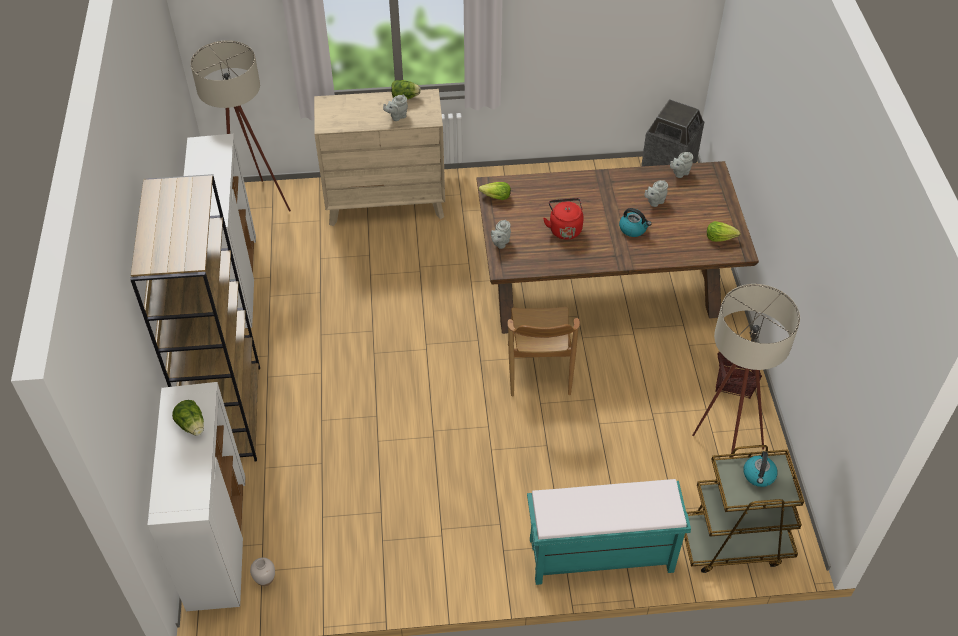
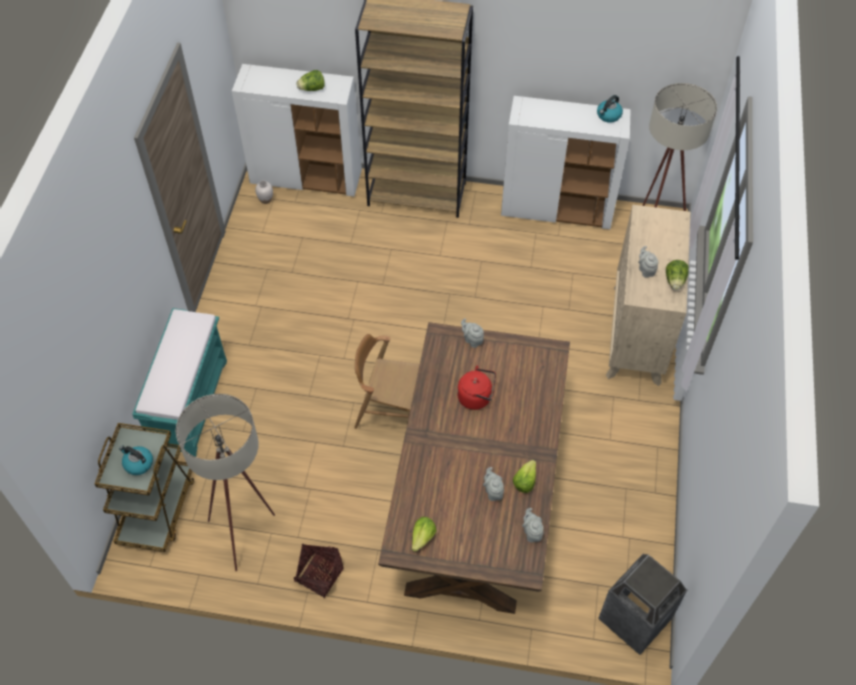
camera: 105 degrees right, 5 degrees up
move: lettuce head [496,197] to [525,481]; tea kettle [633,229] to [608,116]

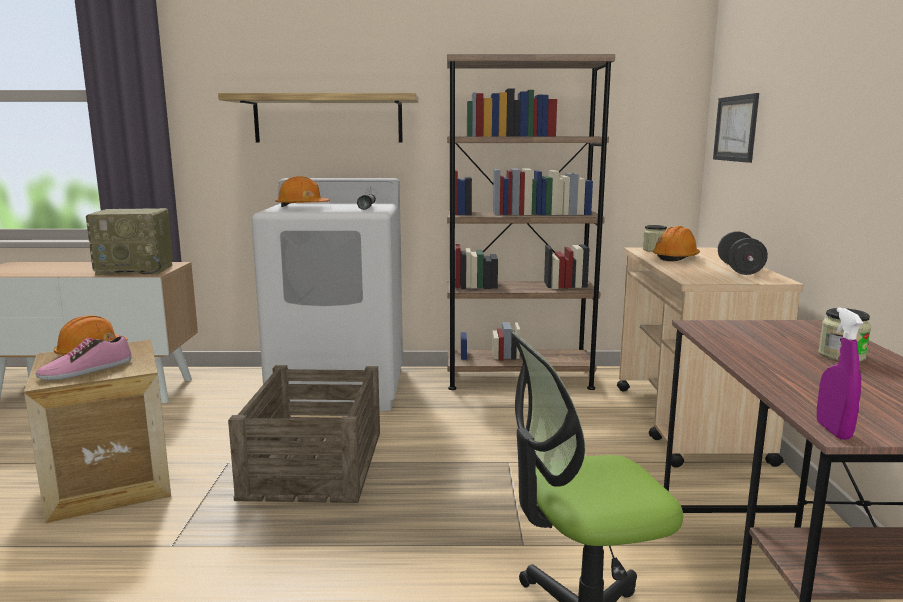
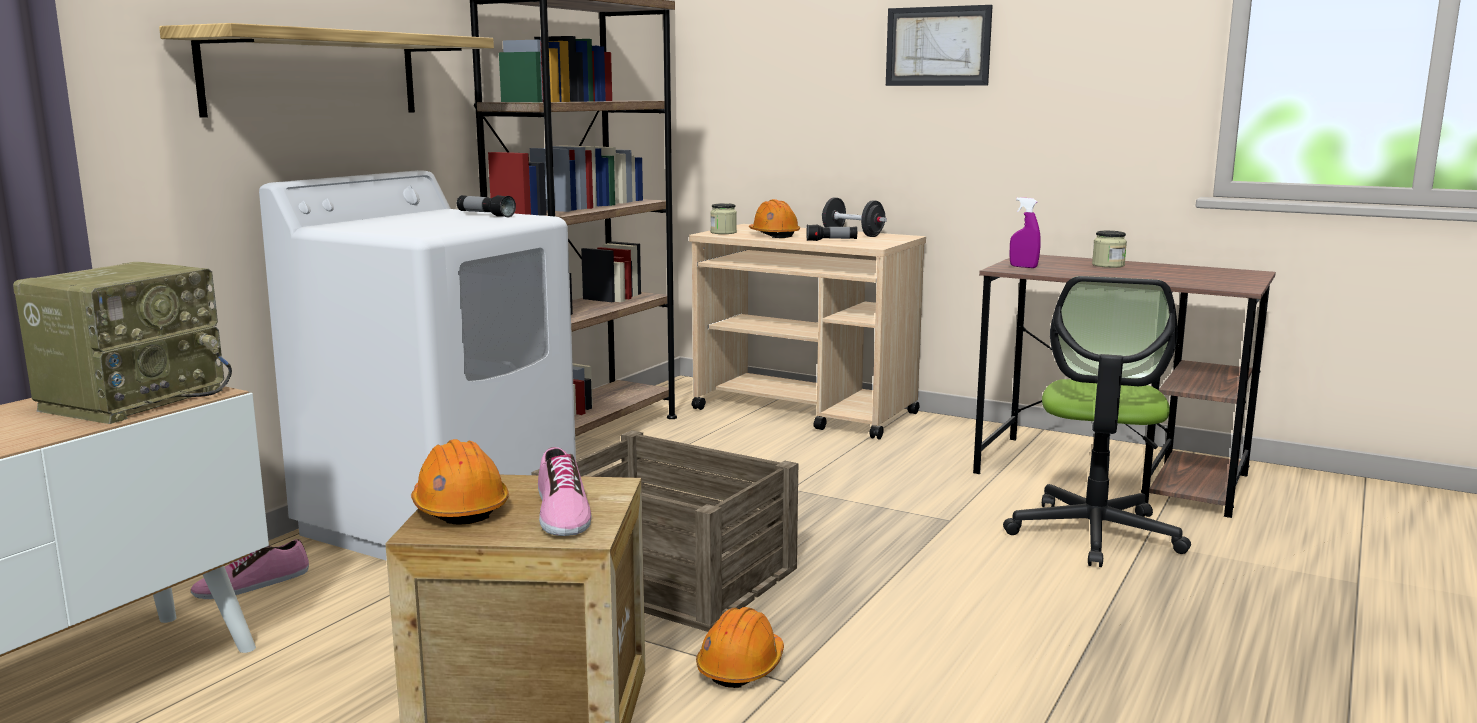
camera: 60 degrees left, 0 degrees up
insert: low shoe [252,584]; flashlight [831,240]
move: orange-coloured work helmet [302,206] to [741,666]; wall picture [736,128] to [938,46]; purple-coloured hand sprayer [833,431] to [1023,267]

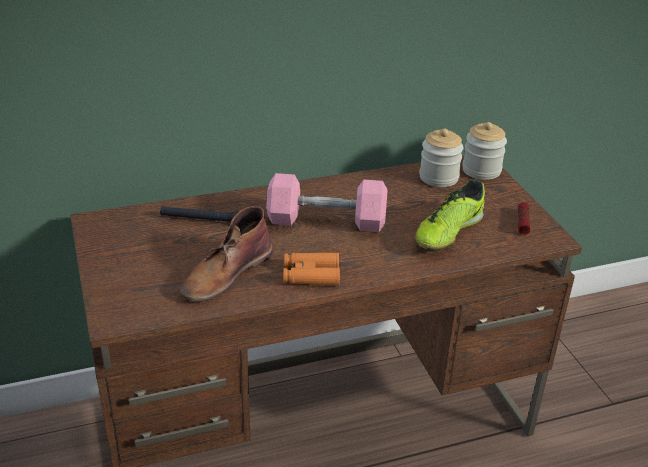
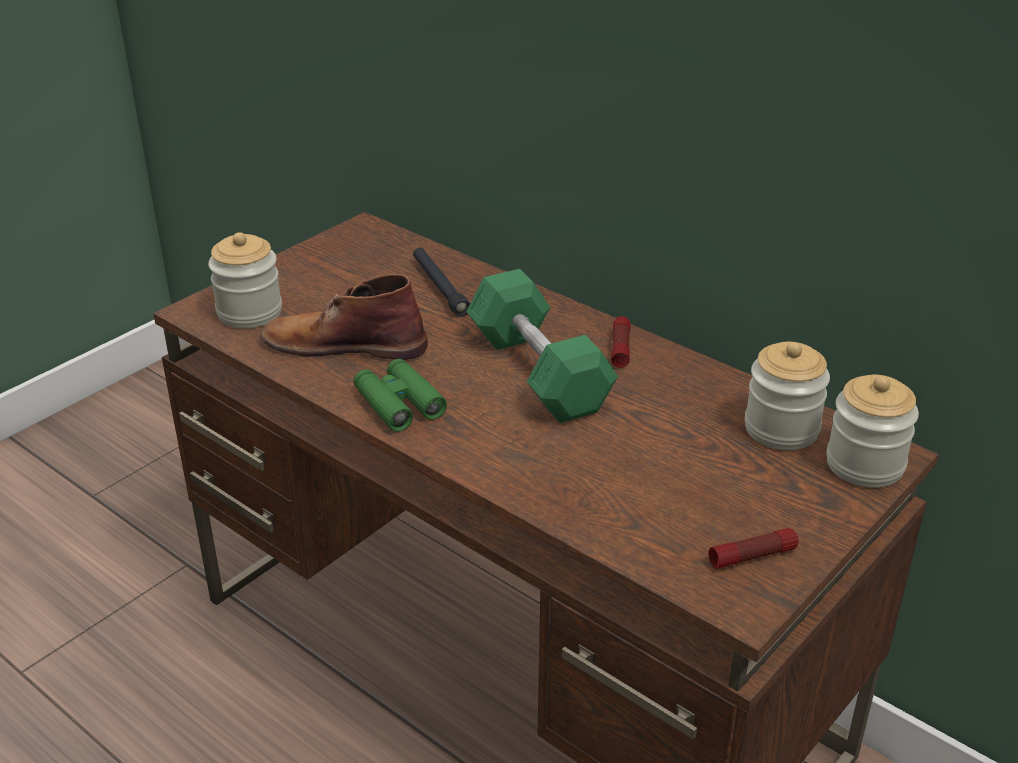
camera: 60 degrees right, 0 degrees up
delete: low shoe [448,232]
insert: storage jar [249,312]; flashlight [620,348]
recolor: pinkish free weight [326,221] to green-coloured free weight [538,372]; orange-coloured binoculars [311,275] to green-coloured binoculars [399,404]

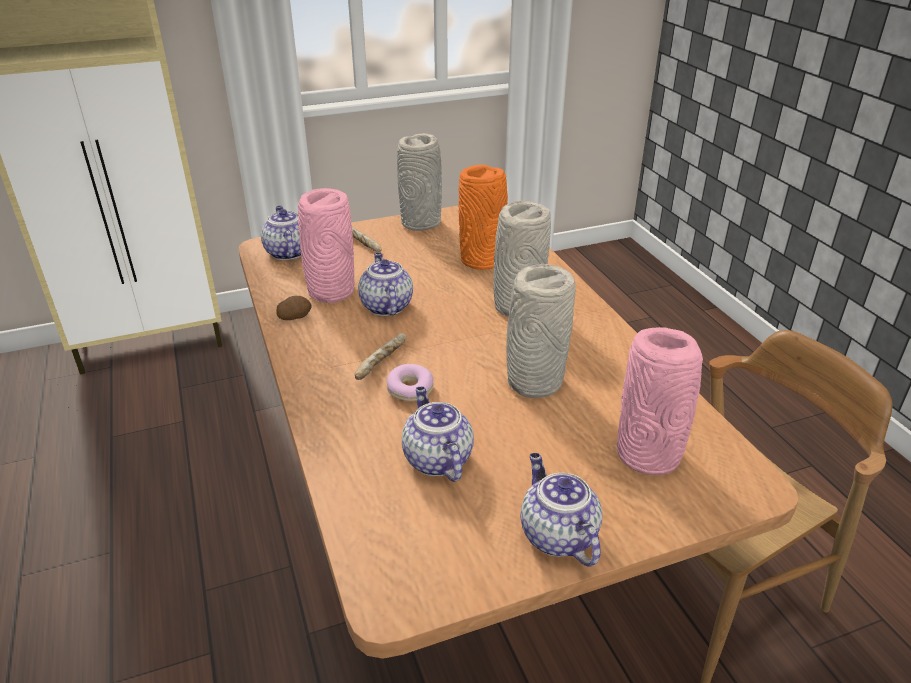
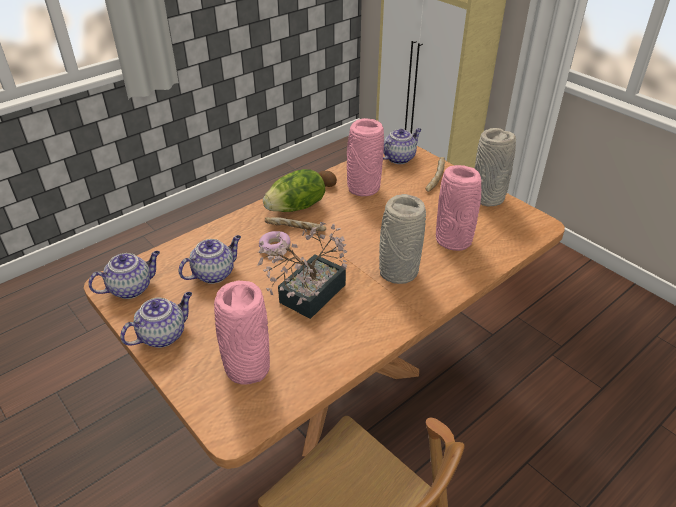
camera: 70 degrees right, 5 degrees up
insert: lettuce head [297,207]
move: tea pot [385,306] to [131,288]
replace: greyish flower vase [533,382] to plant in a pot [307,298]
recolor: orange-coloured flower vase [483,260] to pinkish flower vase [454,241]

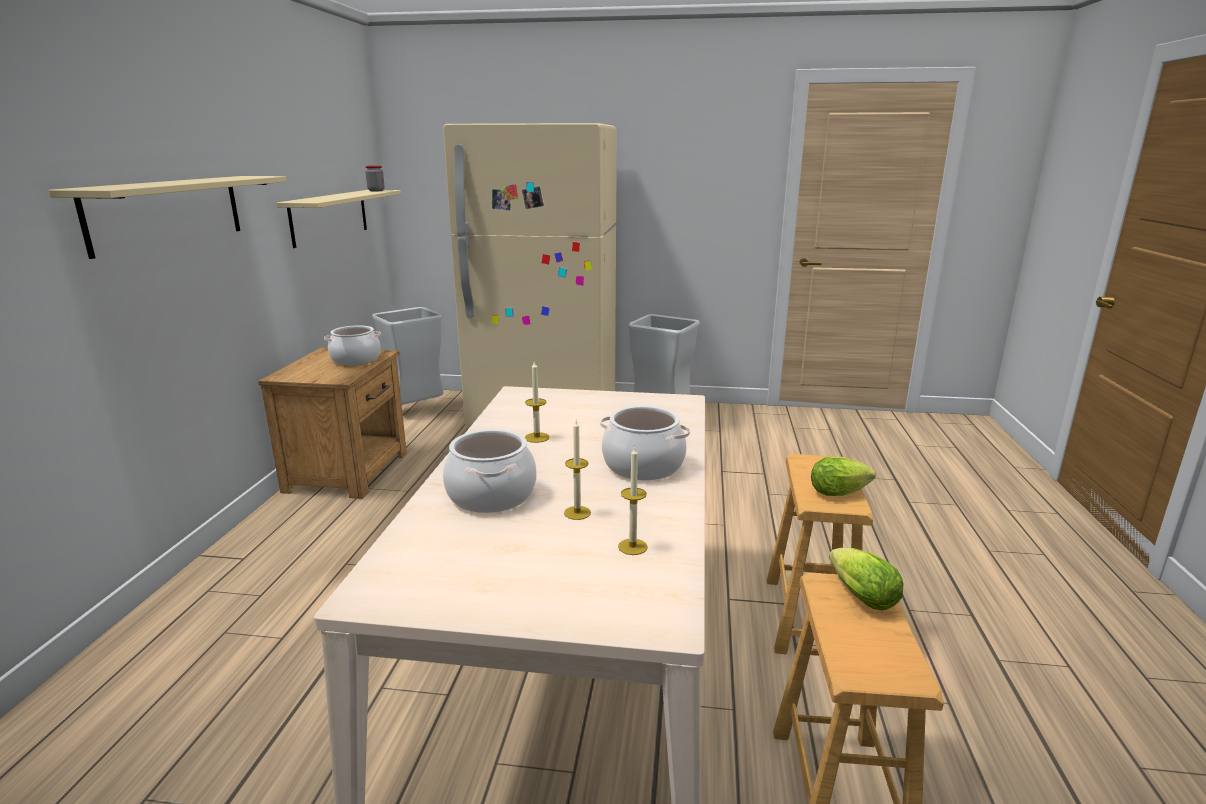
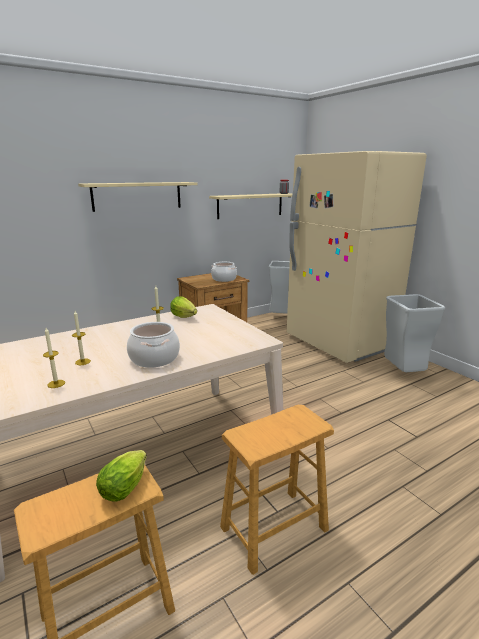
camera: 50 degrees right, 0 degrees up
delete: stockpot [491,495]
move: lettuce head [841,493] to [185,317]

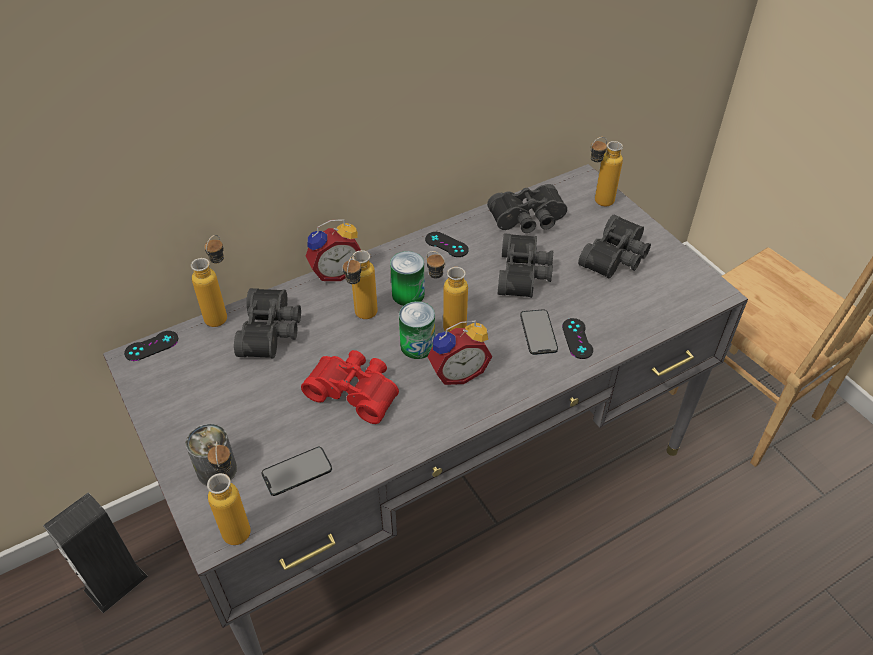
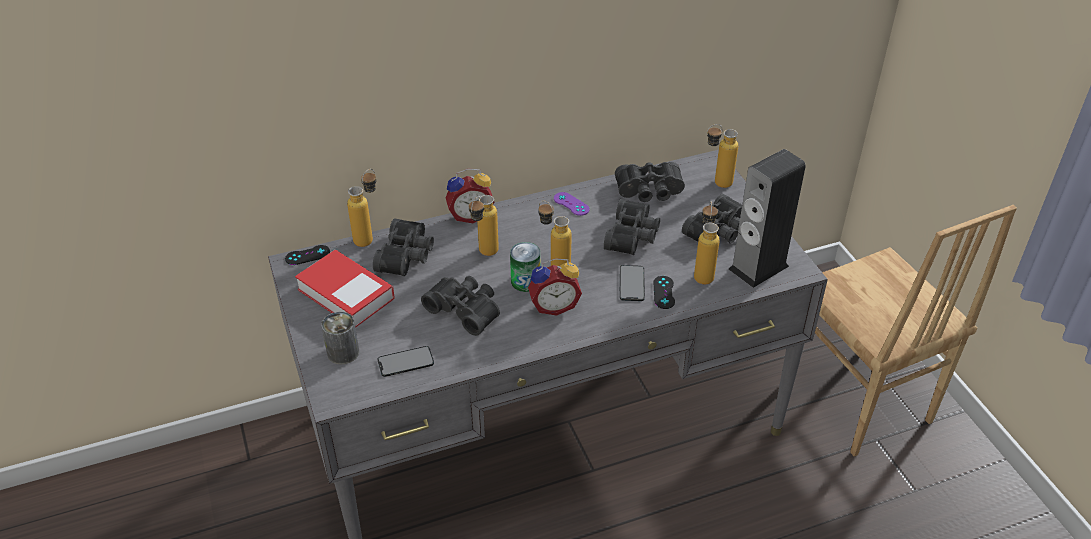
camera: 10 degrees right, 5 degrees down
delete: sealed can [408,294]
insert: volume [346,294]
move: speaker [116,583] to [758,267]; bottle [237,522] to [703,272]
recolor: reddish binoculars [355,391] to black binoculars [465,309]; black joypad [446,244] to purple-coloured joypad [571,204]

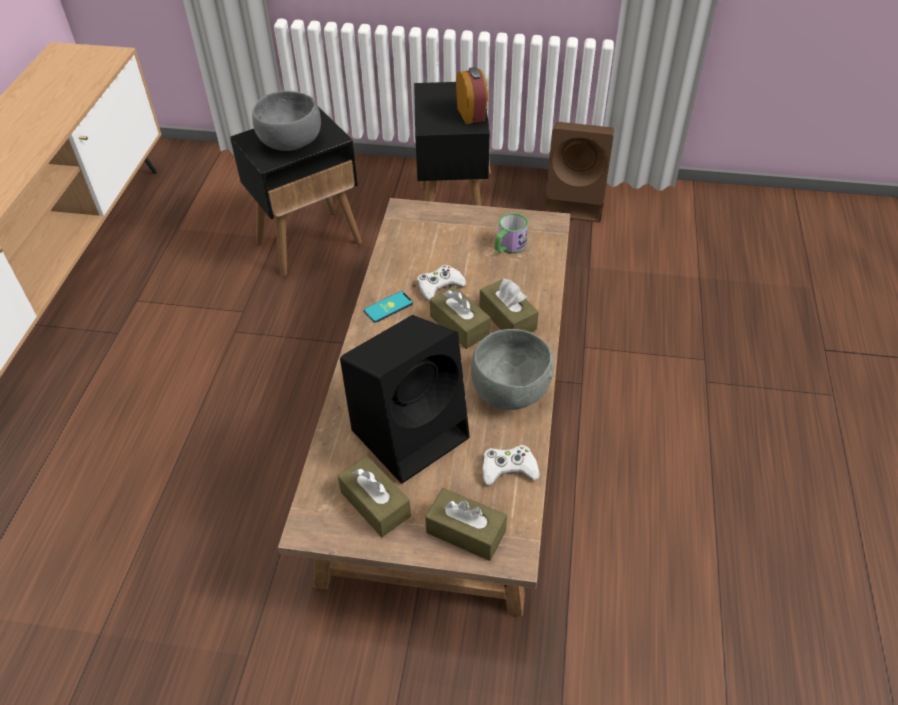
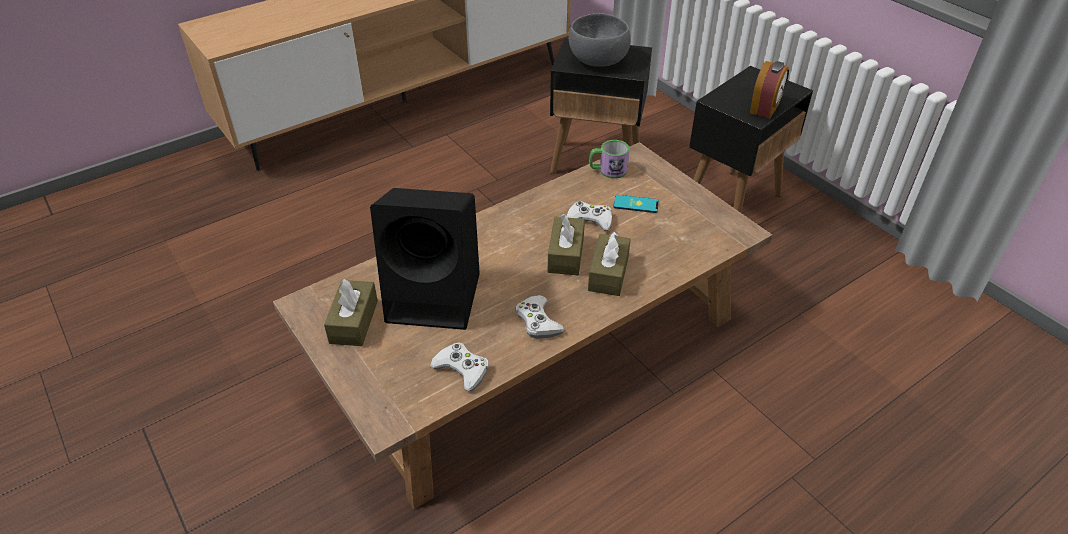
camera: 45 degrees right, 5 degrees down
delete: brownish tissue box [466,531]; brownish speaker [576,202]
move: handset [388,307] to [636,204]; mug [508,247] to [607,170]
replace: greyish deep dish [510,391] to whitish joypad [538,321]

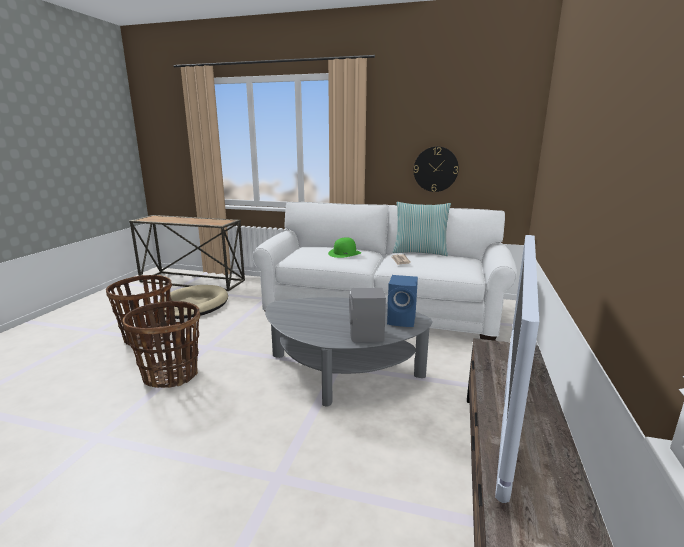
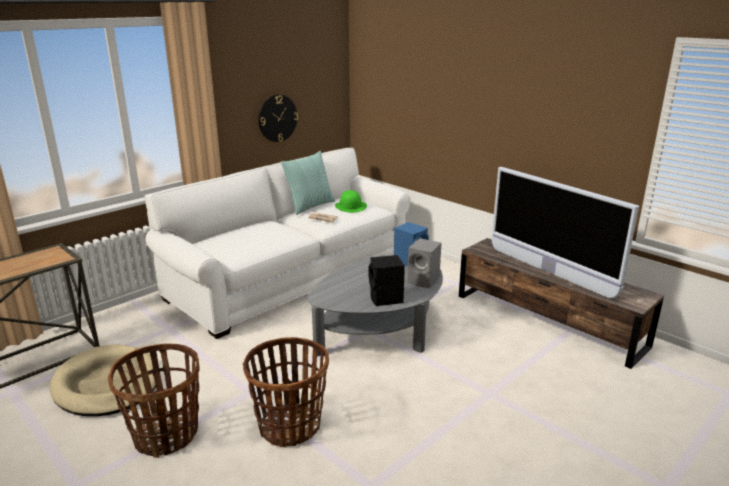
camera: 60 degrees left, 5 degrees up
insert: black speaker [386,299]
move: green-coloured wearable hat [344,253] to [350,206]

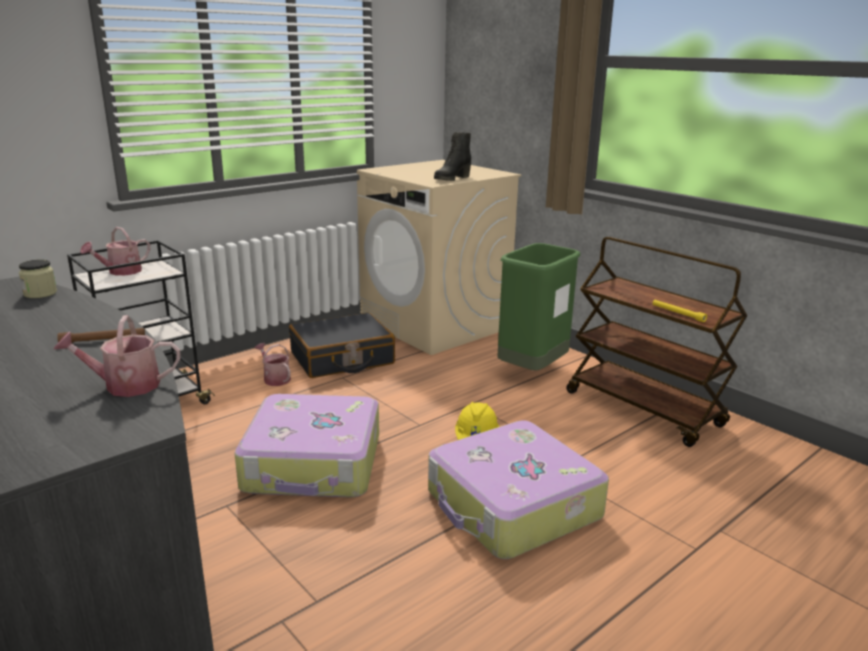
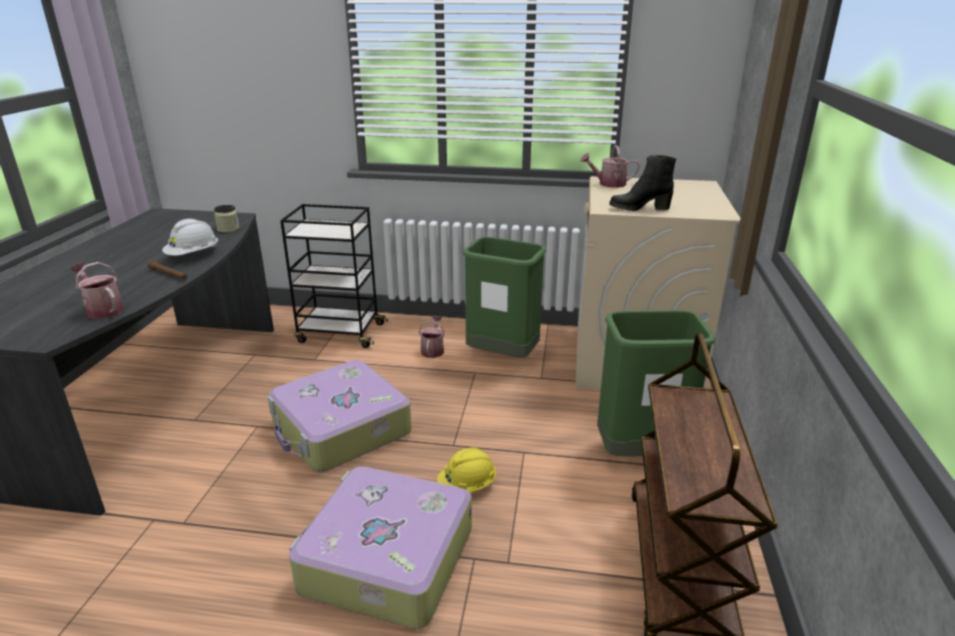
camera: 50 degrees right, 5 degrees up
delete: yellowish flashlight [677,314]
insert: whitish work helmet [193,255]
move: watering pot [121,272] to [608,184]
replace: black suitcase [342,359] to green-coloured waste bin [502,356]

